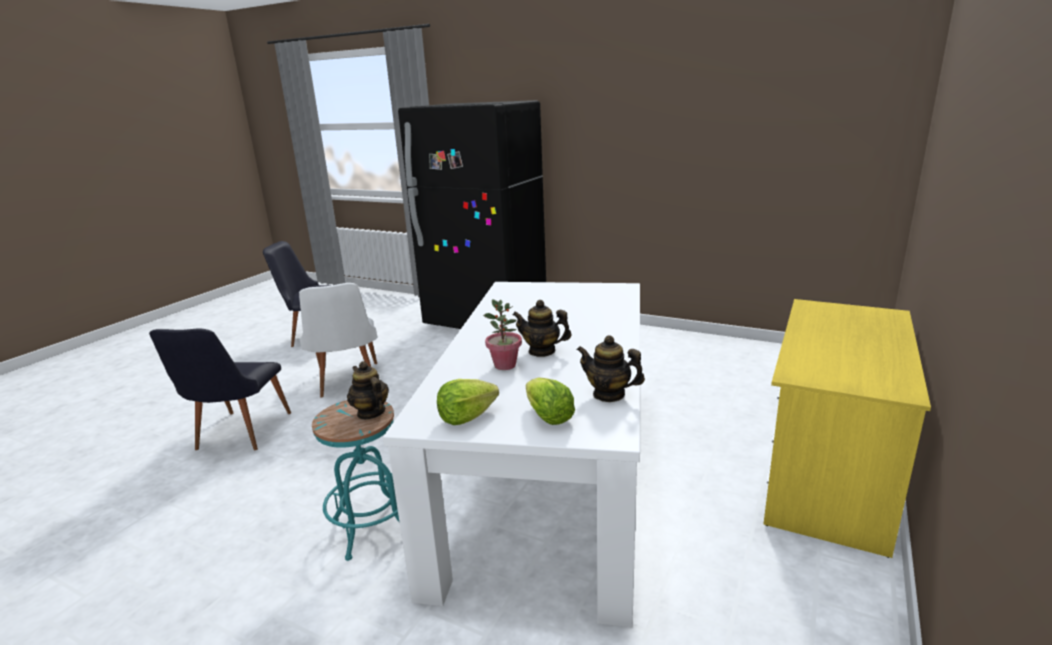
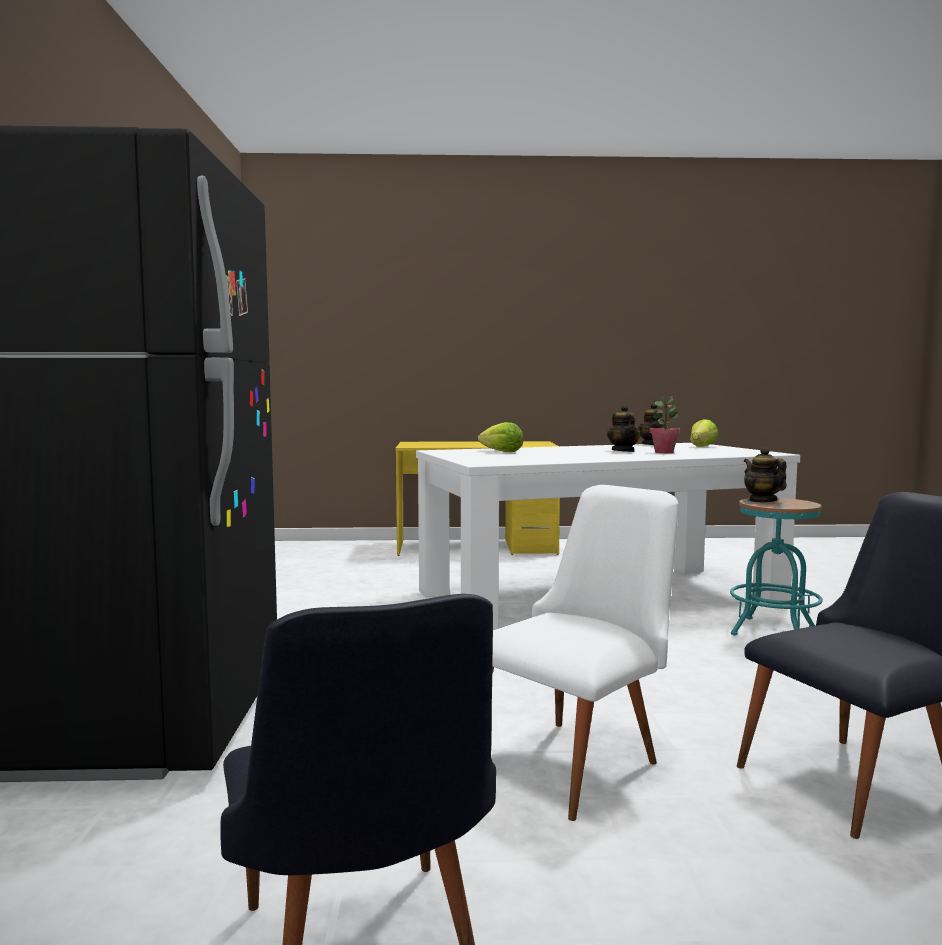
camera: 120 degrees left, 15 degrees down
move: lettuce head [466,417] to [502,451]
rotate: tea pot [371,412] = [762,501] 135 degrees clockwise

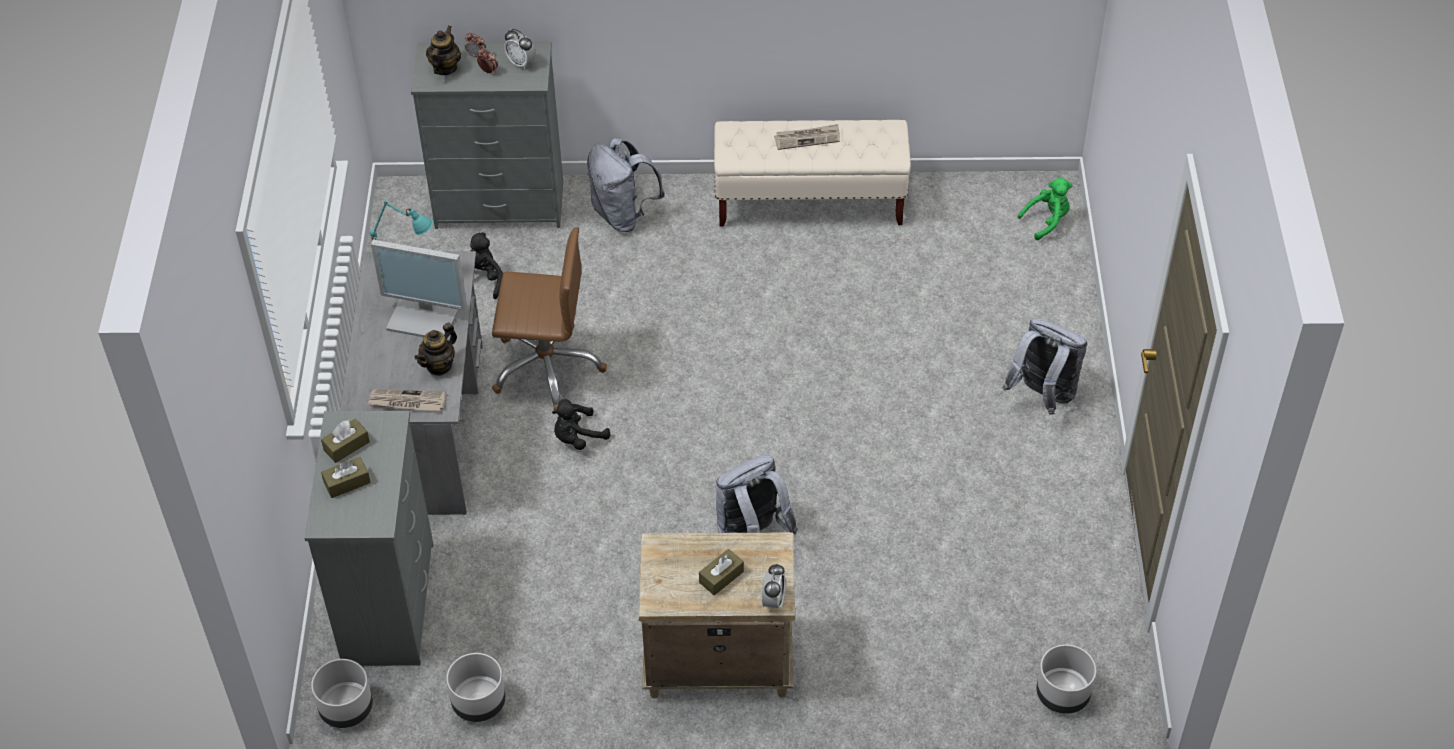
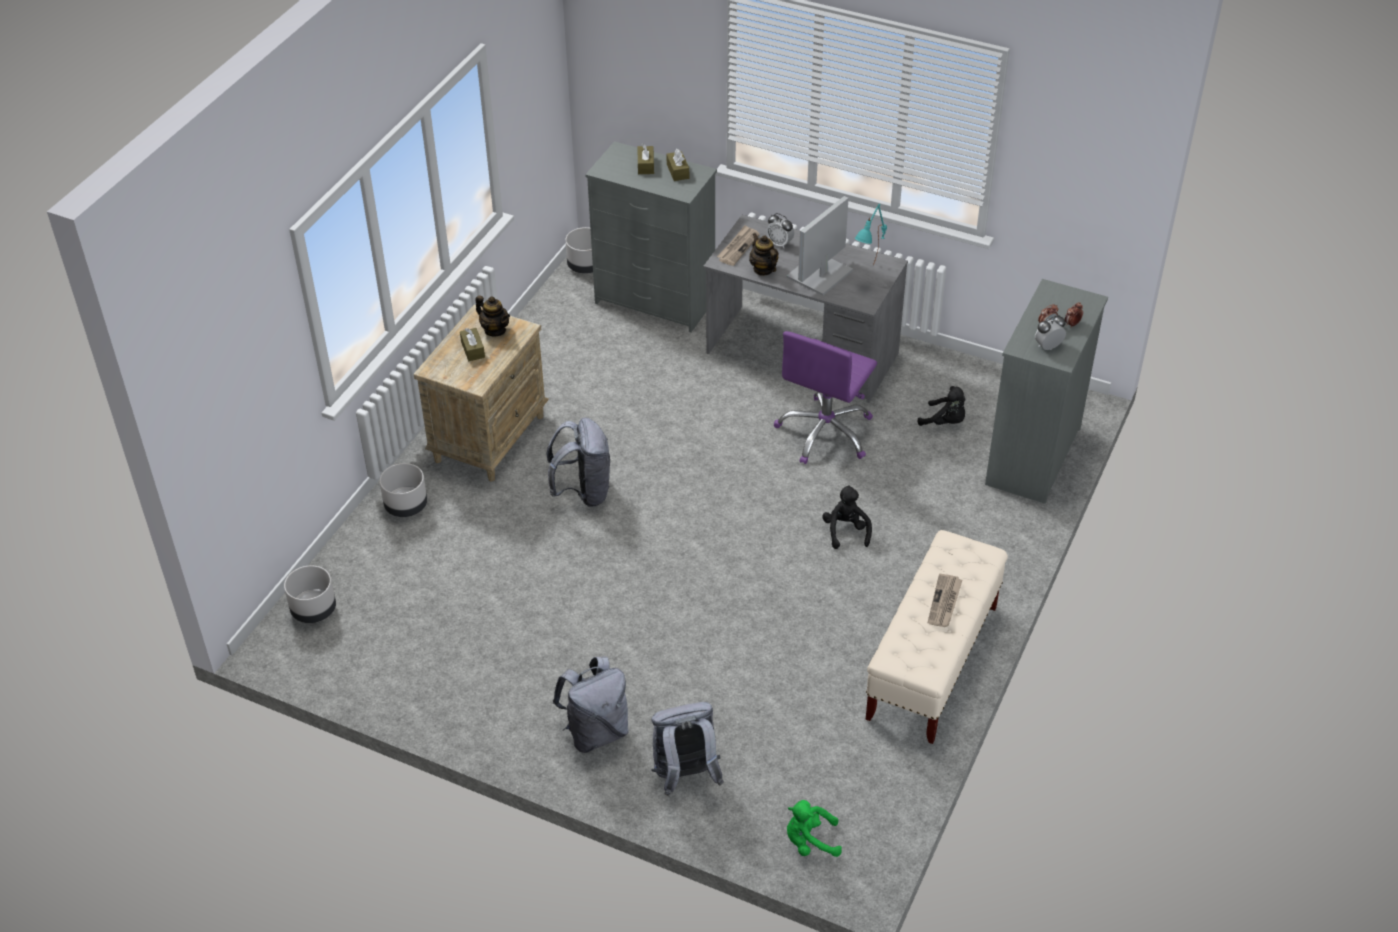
camera: 115 degrees right, 5 degrees down
move: tea pot [445,68] to [495,330]; greyish flower pot [479,703] to [405,506]; black soft toy [578,437] to [846,531]; greyish rucksack [623,215] to [685,776]; bedside clock [773,600] to [780,243]
recolor: brownish desk chair [547,367] to purple-coloured desk chair [825,432]
rotate: green-coloured soft toy [1047,221] = [810,841] 90 degrees clockwise

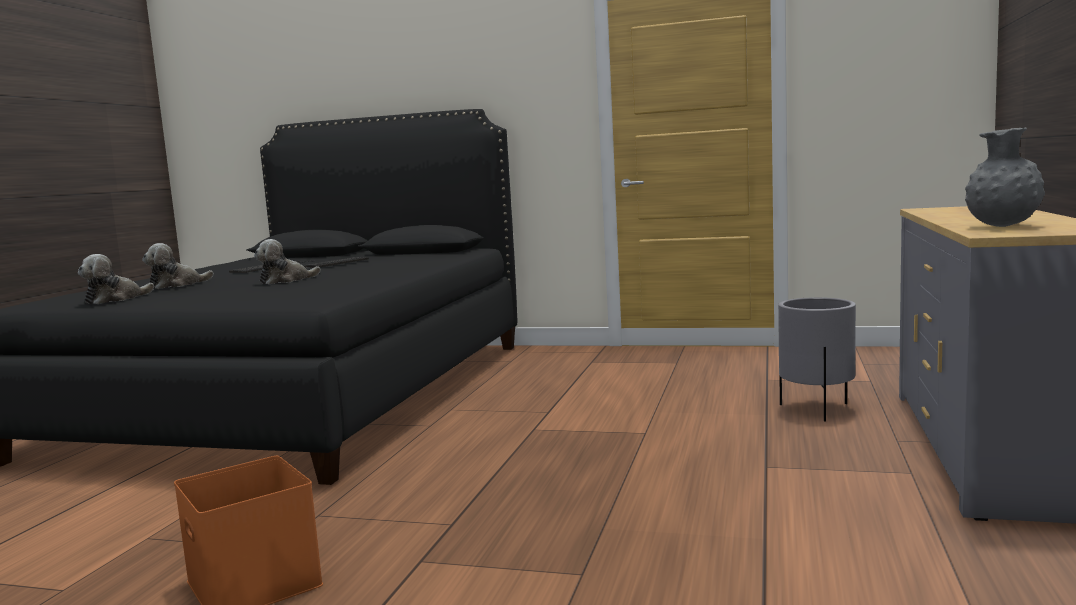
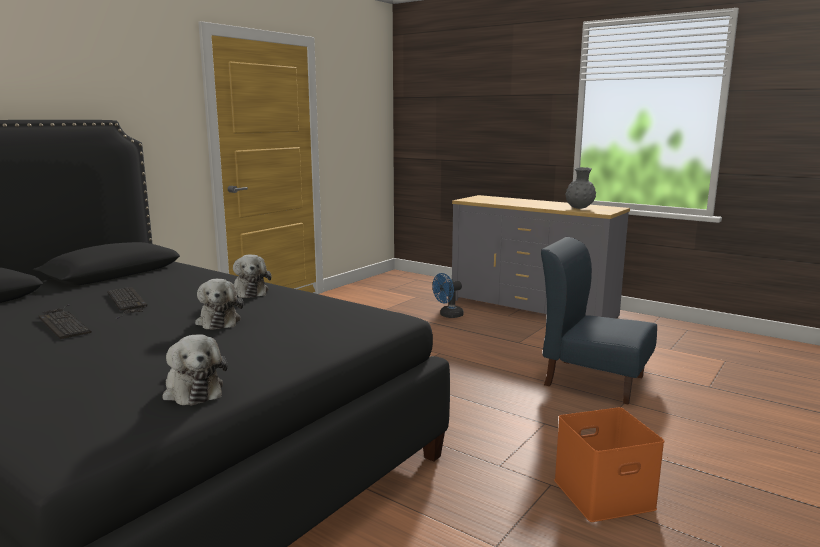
camera: 70 degrees left, 5 degrees up
insert: blue chair [593,380]
move: soft toy [176,285] to [249,291]
replace: greyish flower pot [817,410] to blue electric fan [448,315]

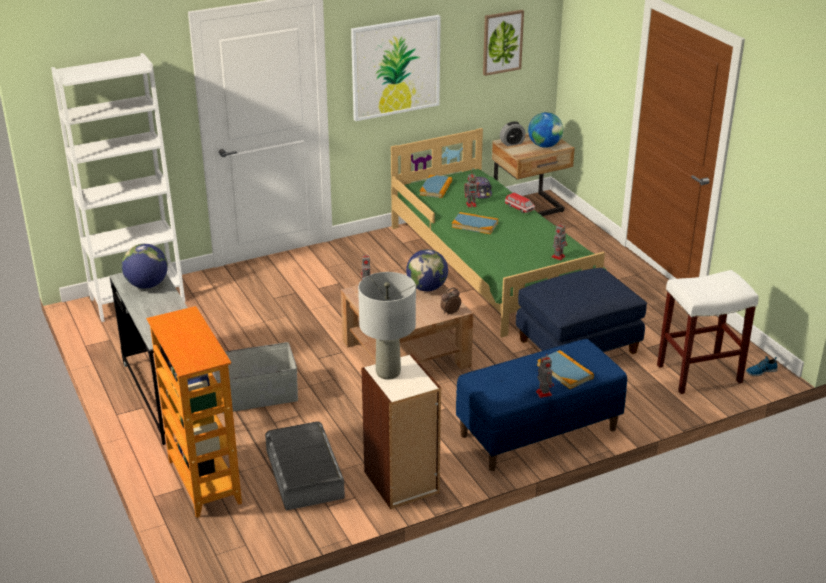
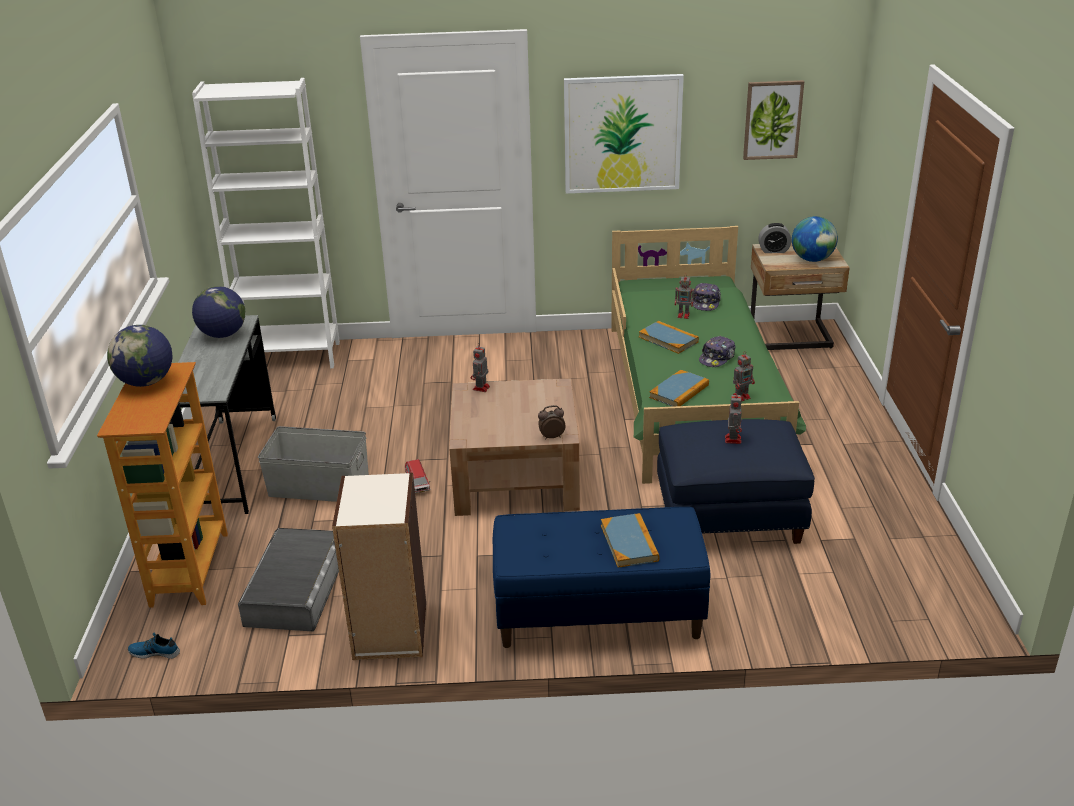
camera: 25 degrees right, 0 degrees up
delete: greyish tabletop lamp [388,372]; whitish stool seat [700,373]
insert: cap [717,358]
move: desk globe [427,288] to [146,382]; volume [436,188] to [679,391]; toy car [519,208] to [417,483]; robot figure [543,393] to [733,439]; low shoe [760,371] to [155,652]

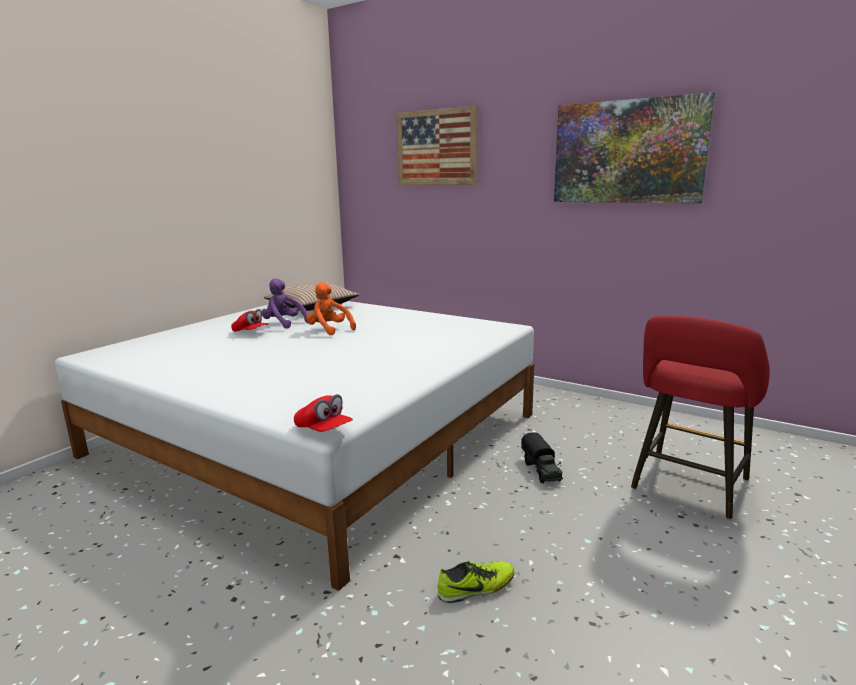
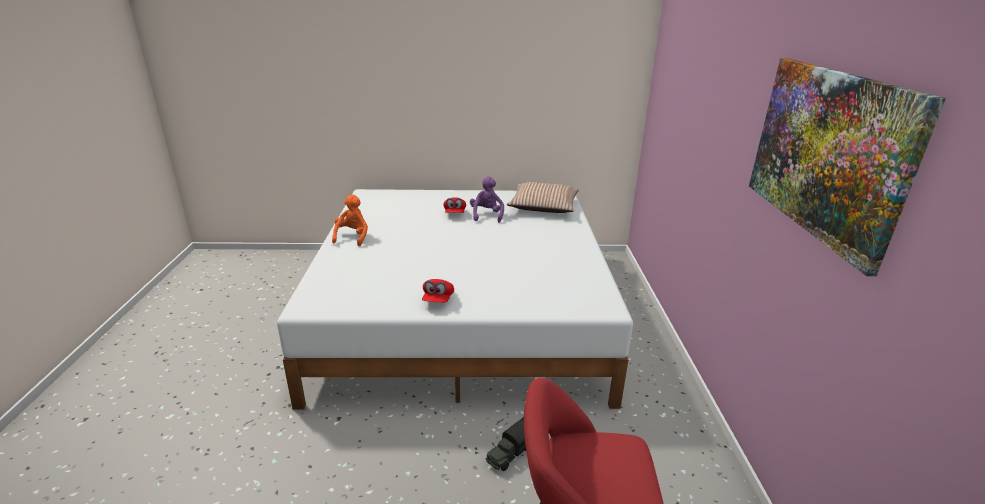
camera: 55 degrees right, 10 degrees up
delete: wall picture [436,147]; low shoe [476,588]
move: reddish cap [323,430] to [438,300]; orange-coloured soft toy [329,330] to [352,237]

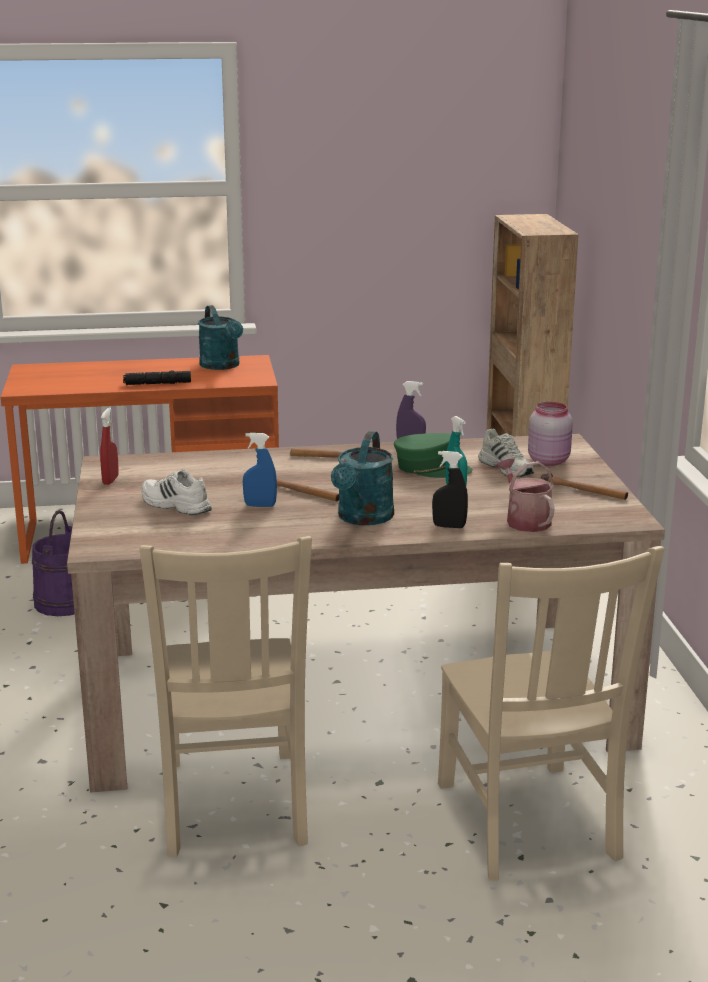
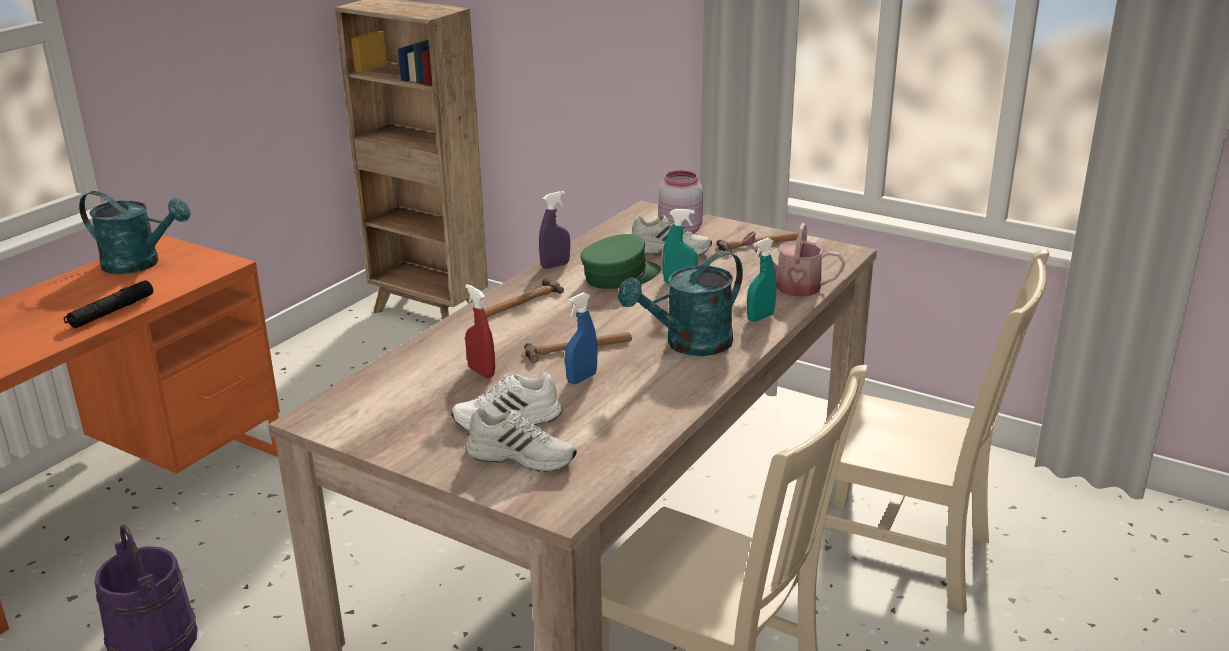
camera: 50 degrees left, 5 degrees up
insert: whitish low shoe [522,456]
move: reddish hand sprayer [110,480] to [481,372]
recolor: black hand sprayer [449,526] to turquoise hand sprayer [760,317]
rotate: turquoise watering pot [363,518] = [689,345] 90 degrees clockwise

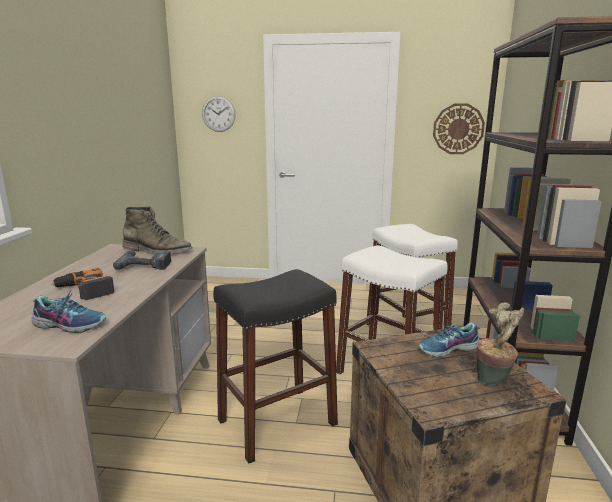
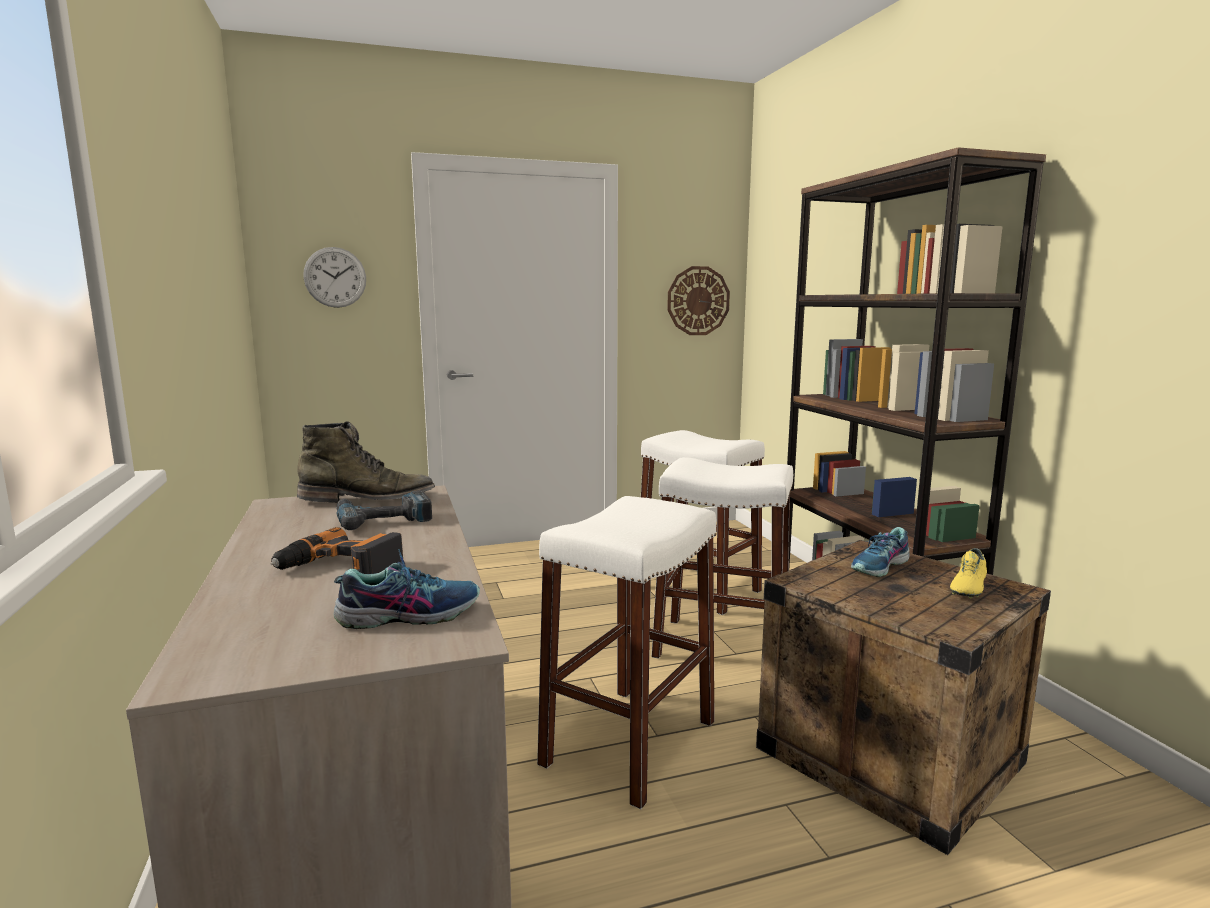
camera: 25 degrees left, 5 degrees down
replace: plant in a pot [494,380] to yellowish low shoe [967,587]
recolor: black stool seat [277,422] to whitish stool seat [629,743]

